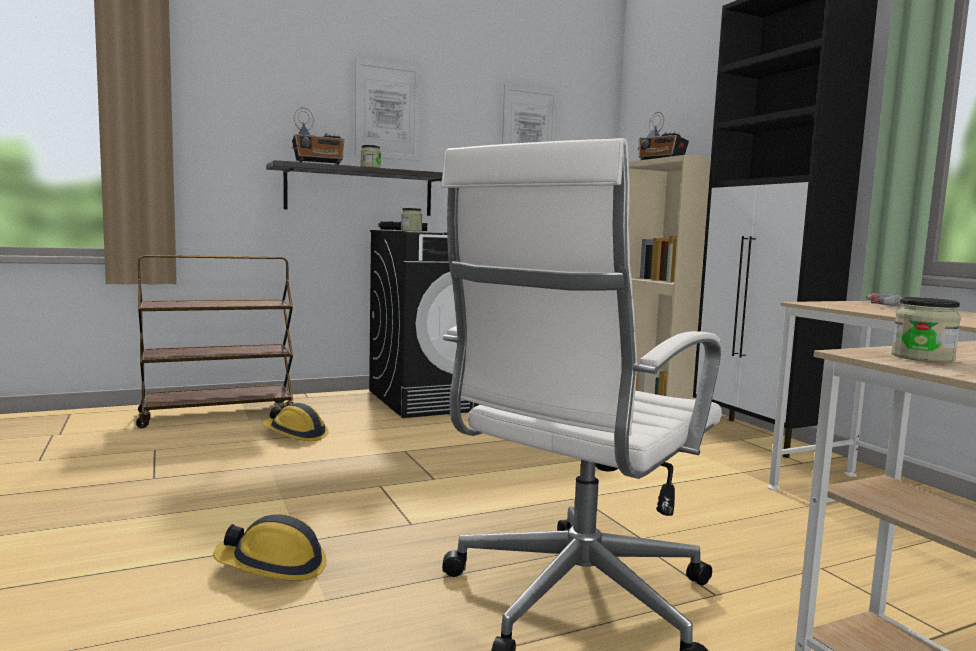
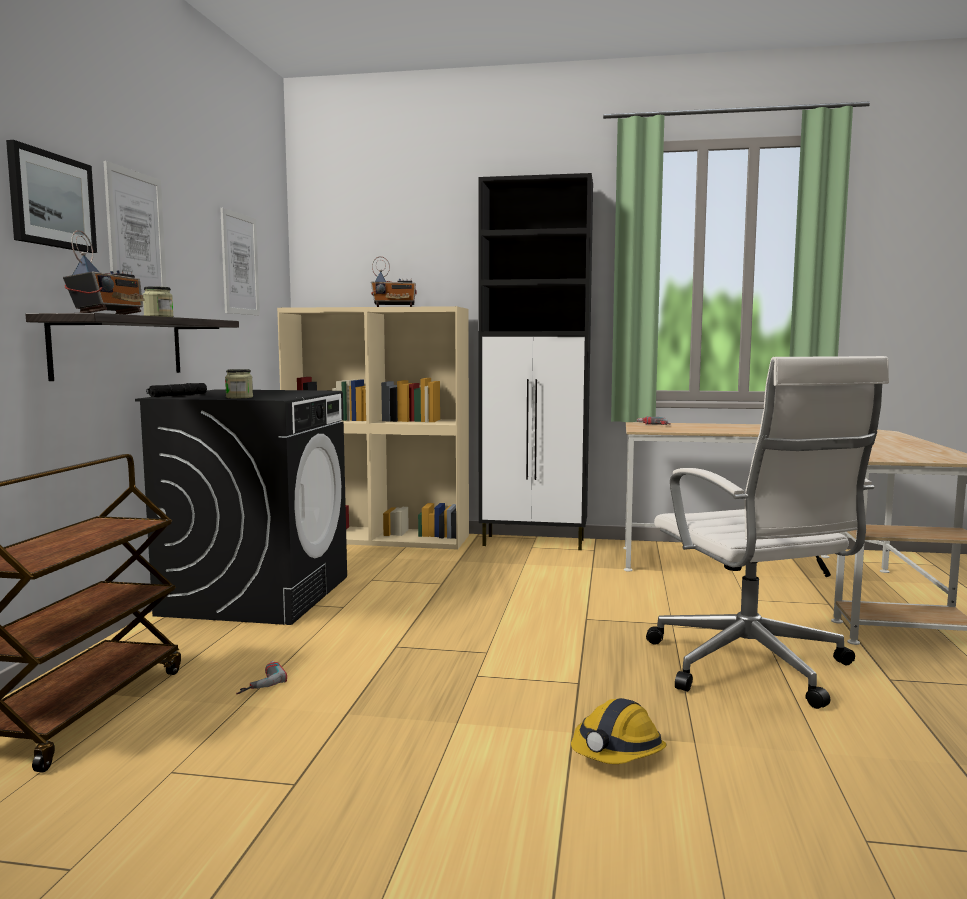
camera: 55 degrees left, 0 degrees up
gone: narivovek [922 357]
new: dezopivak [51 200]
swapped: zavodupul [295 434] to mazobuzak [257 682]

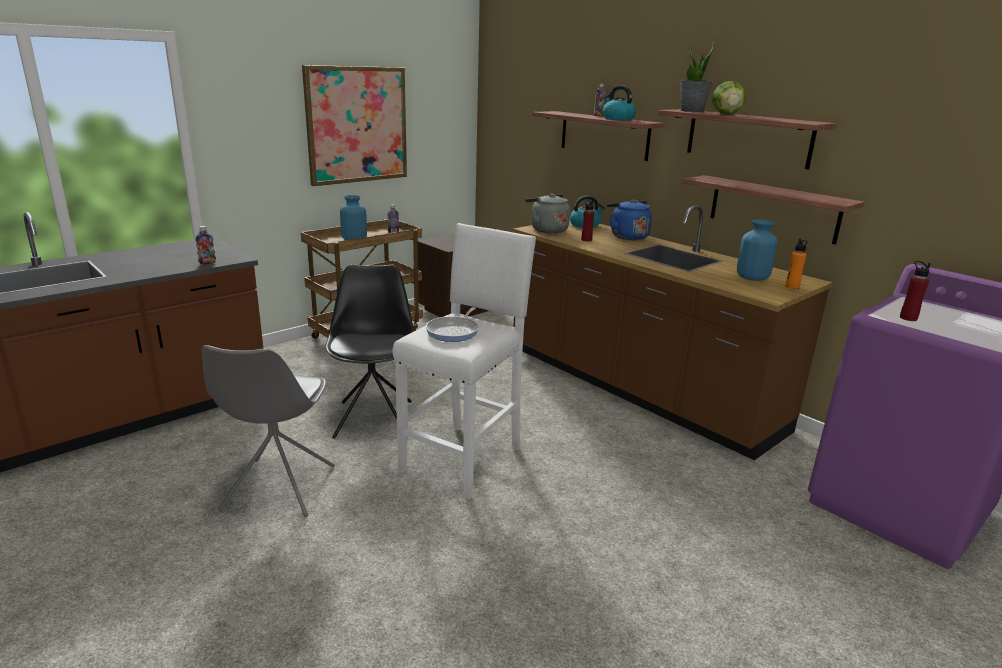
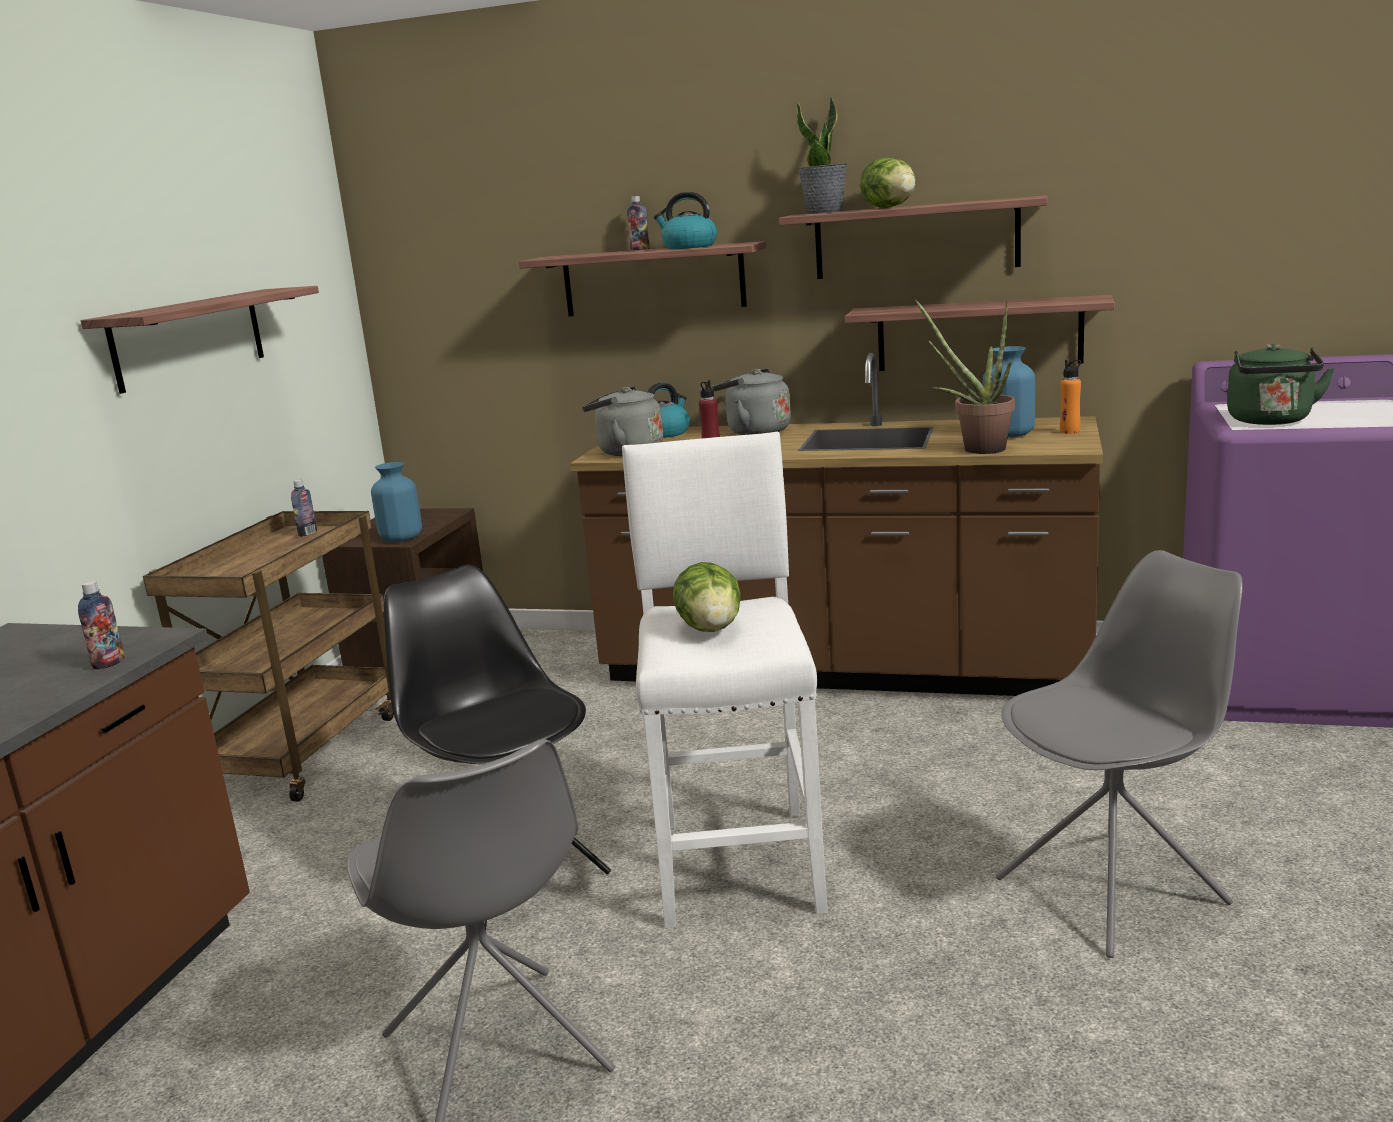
camera: 30 degrees left, 5 degrees down
new: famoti [975 449]; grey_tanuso [1114 890]
shifted: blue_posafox [354 240] to [401 538]
swapped: dezopivak [357 125] to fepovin [189 338]; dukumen [454 331] to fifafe [710 629]; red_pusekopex [908 318] to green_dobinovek [1271 421]
repainted: blue_dobinovek [627 236] to grey_dobinovek [754 431]

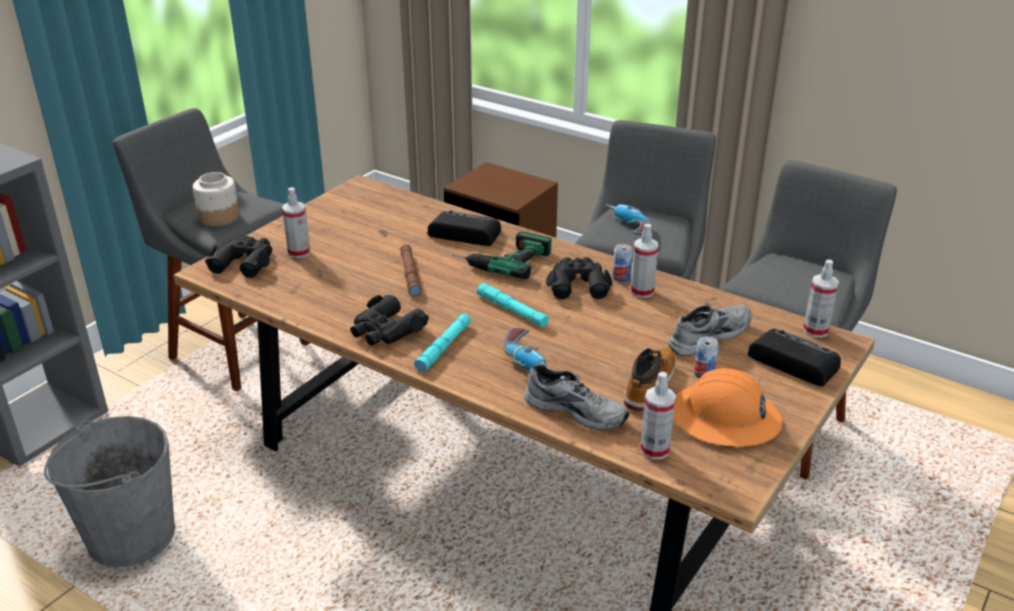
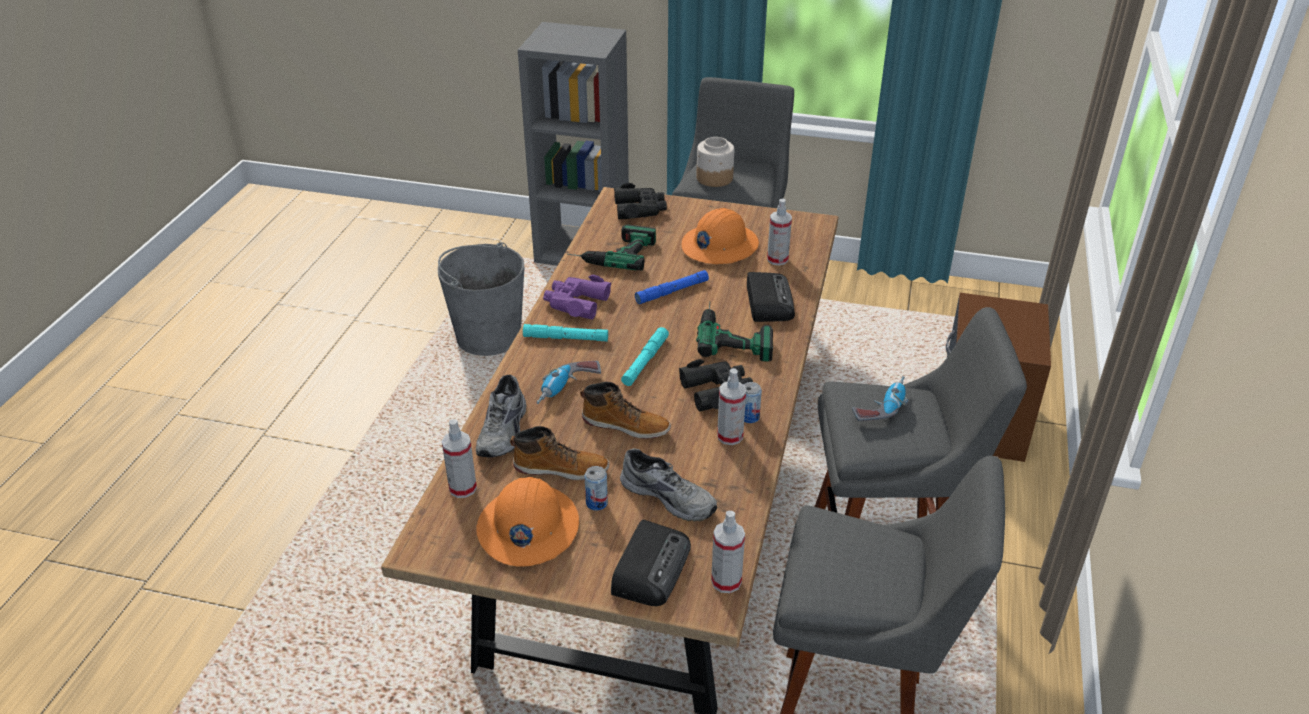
camera: 70 degrees right, 5 degrees up
new: mazobuzak [612 253]; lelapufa [626 425]; orange_zavodupul [719 246]
shifted: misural [299 252] to [777 259]
repainted: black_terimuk [386 330] to purple_terimuk [576 303]; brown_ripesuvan [410 275] to blue_ripesuvan [672 291]

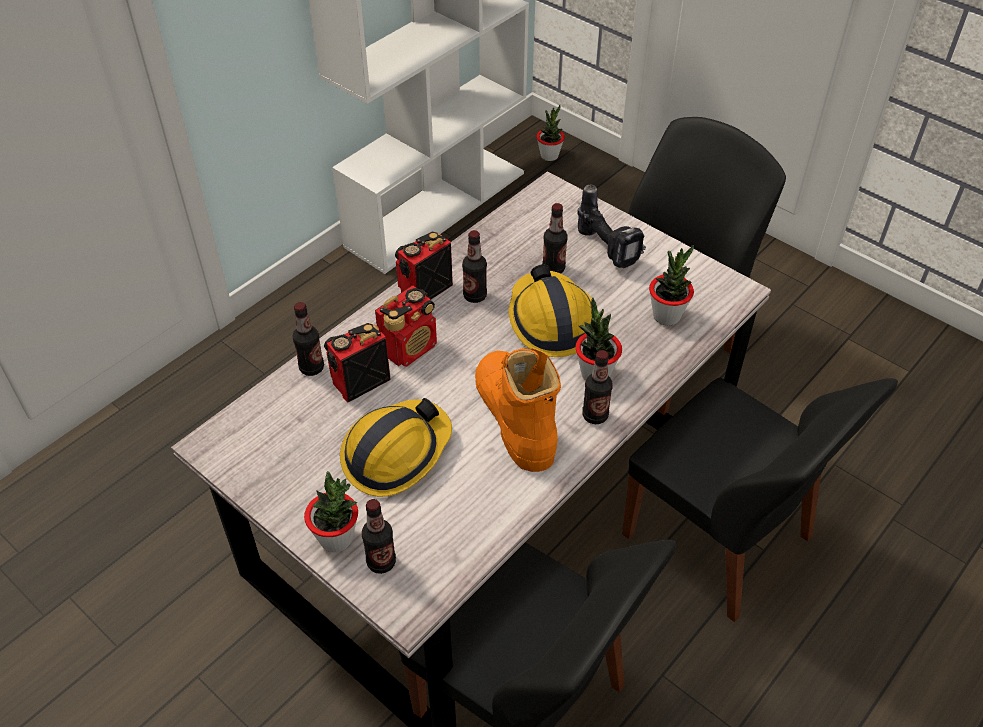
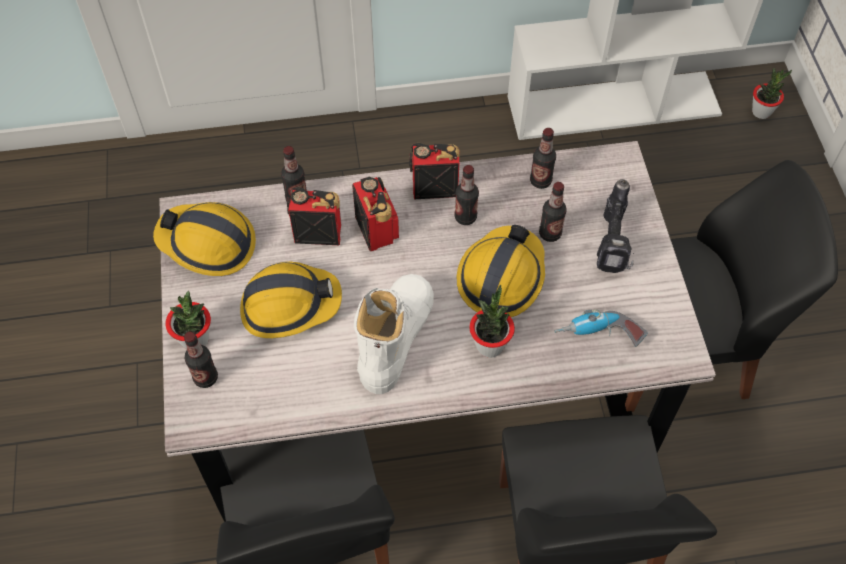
camera: 40 degrees right, 10 degrees up
new: zavodupul [208 244]
shifted: pusekopex [595 415] to [540 181]
swapped: famoti [666 316] to mazobuzak [598 336]
repainted: orange_lelapufa [515 418] to white_lelapufa [395 338]
rotated: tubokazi [409 348] = [376 229] 105 degrees counterclockwise

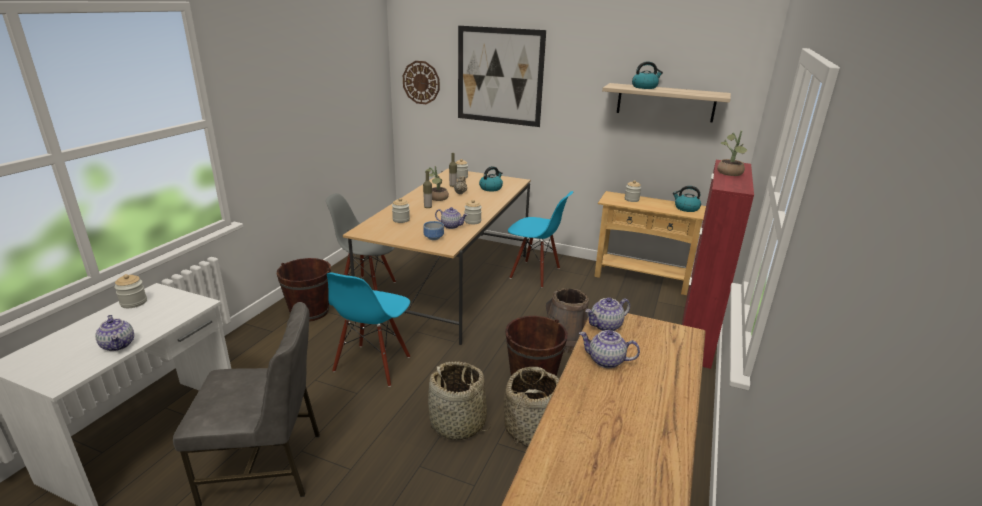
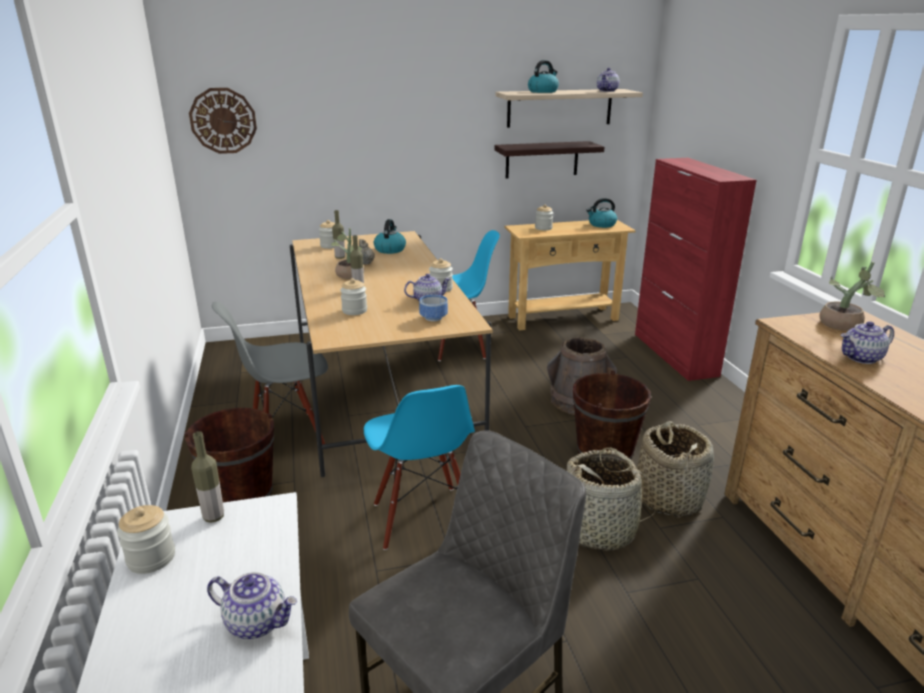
camera: 35 degrees left, 0 degrees up
gone: dezopivak [499 76]
new: pusekopex [214 517]; fepovin [542 159]
shifted: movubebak [606 326] to [607 91]; famoti [729 173] to [843 326]

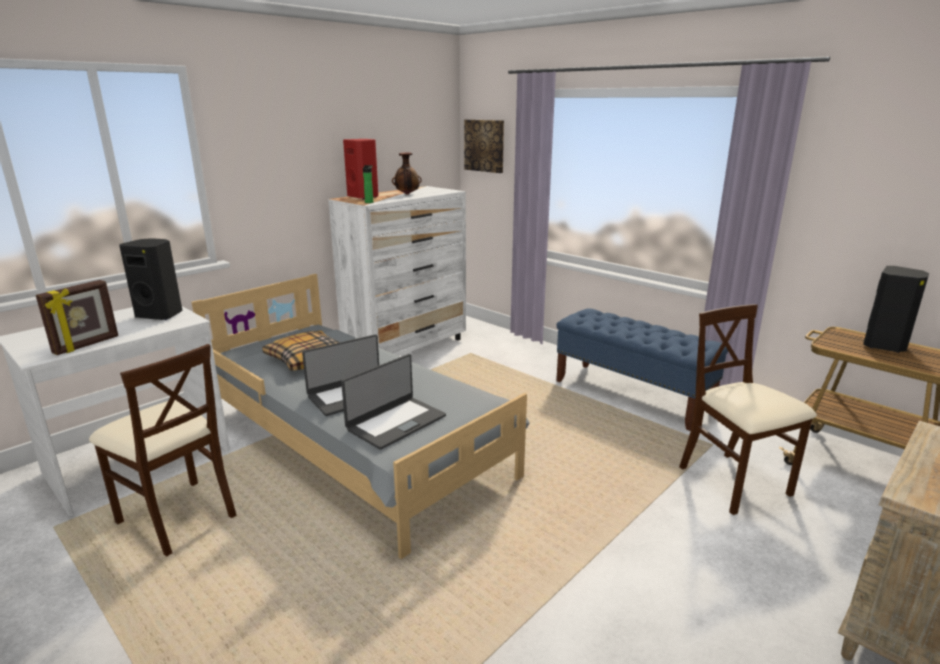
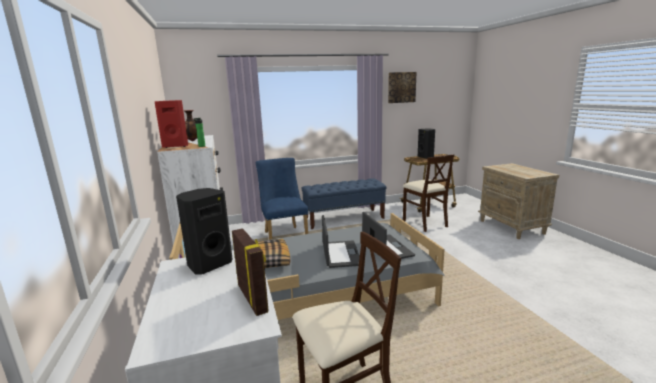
camera: 60 degrees left, 5 degrees down
new: blue_tanuso [284 235]
shifted: dezopivak [484 145] to [401 87]
rotated: beige_tanuso [734 482] = [425 223] 120 degrees counterclockwise

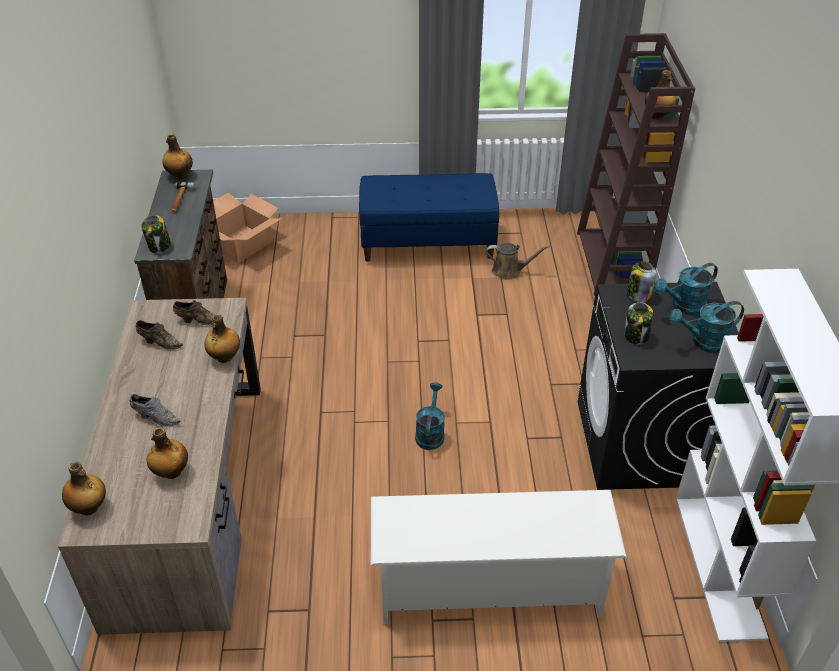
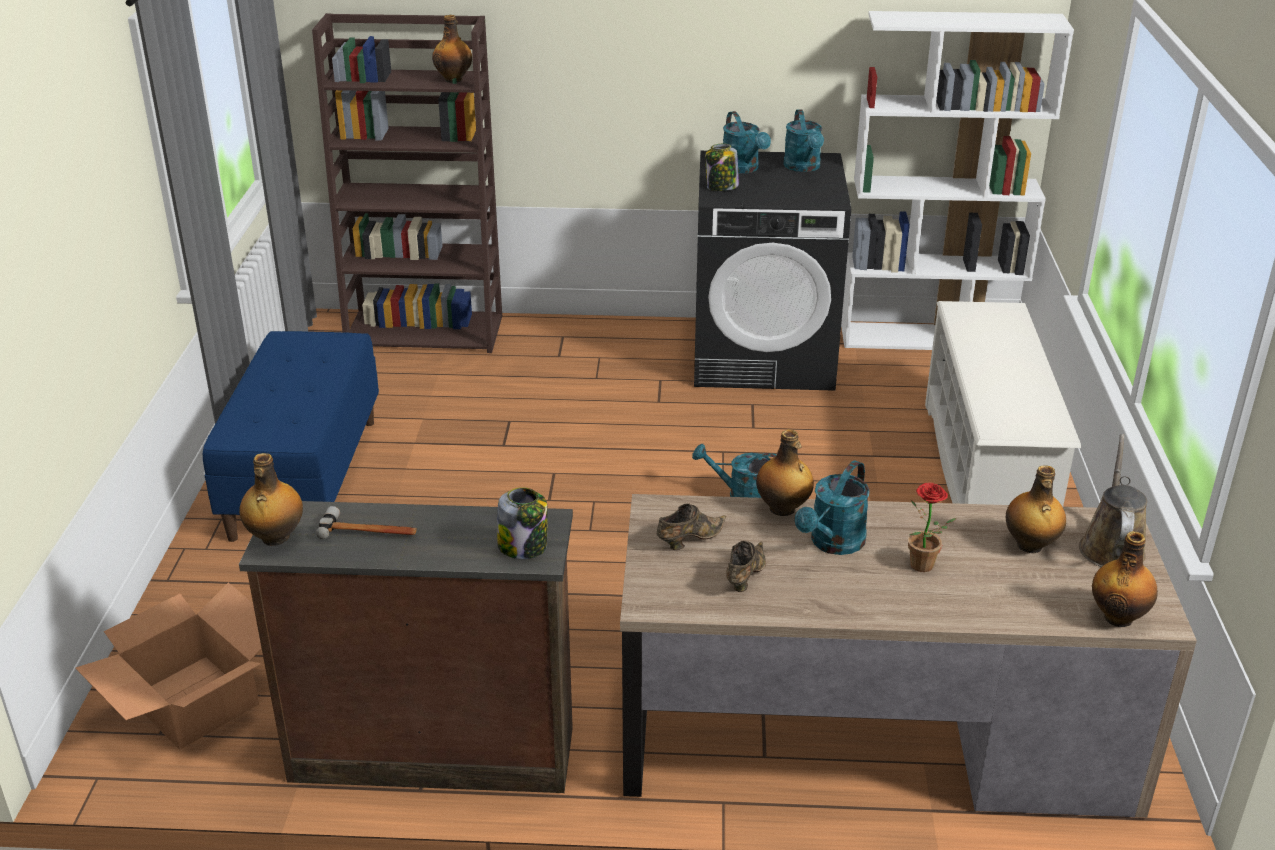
camera: 85 degrees left, 10 degrees down
gone: narivovek [636 336]
new: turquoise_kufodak [833 544]
shifted: brown_kufodak [509 271] to [1111 546]
swapped: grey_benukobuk [155 418] to famoti [923 568]
rotated: brown_benukobuk [197 320] = [688 540] 45 degrees clockwise

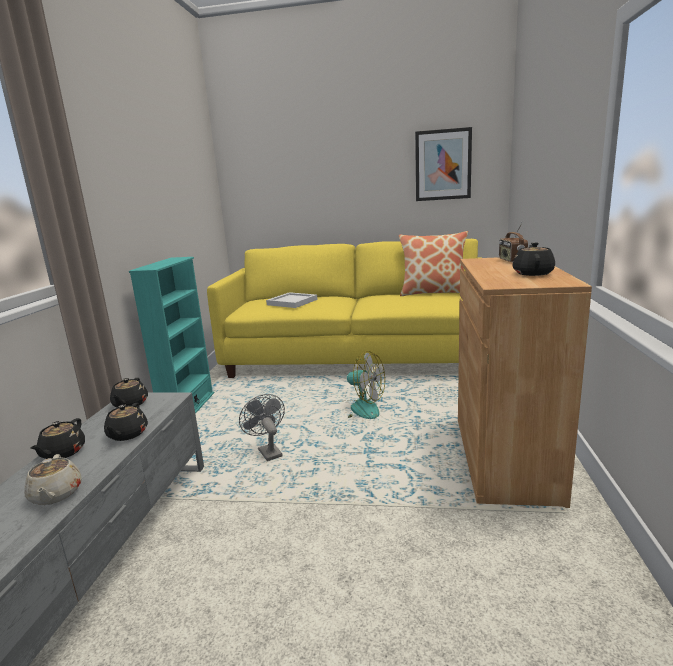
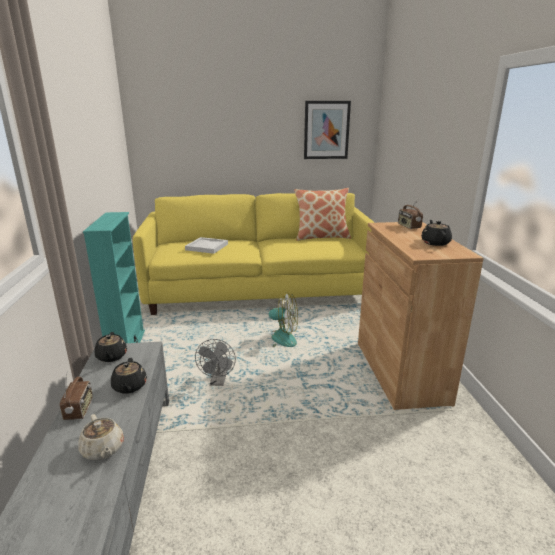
camera: 15 degrees left, 5 degrees up
swapped: black_movubebak [62 453] to tubokazi [79 410]
rotated: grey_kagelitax [267 451] = [218 382] 135 degrees counterclockwise

